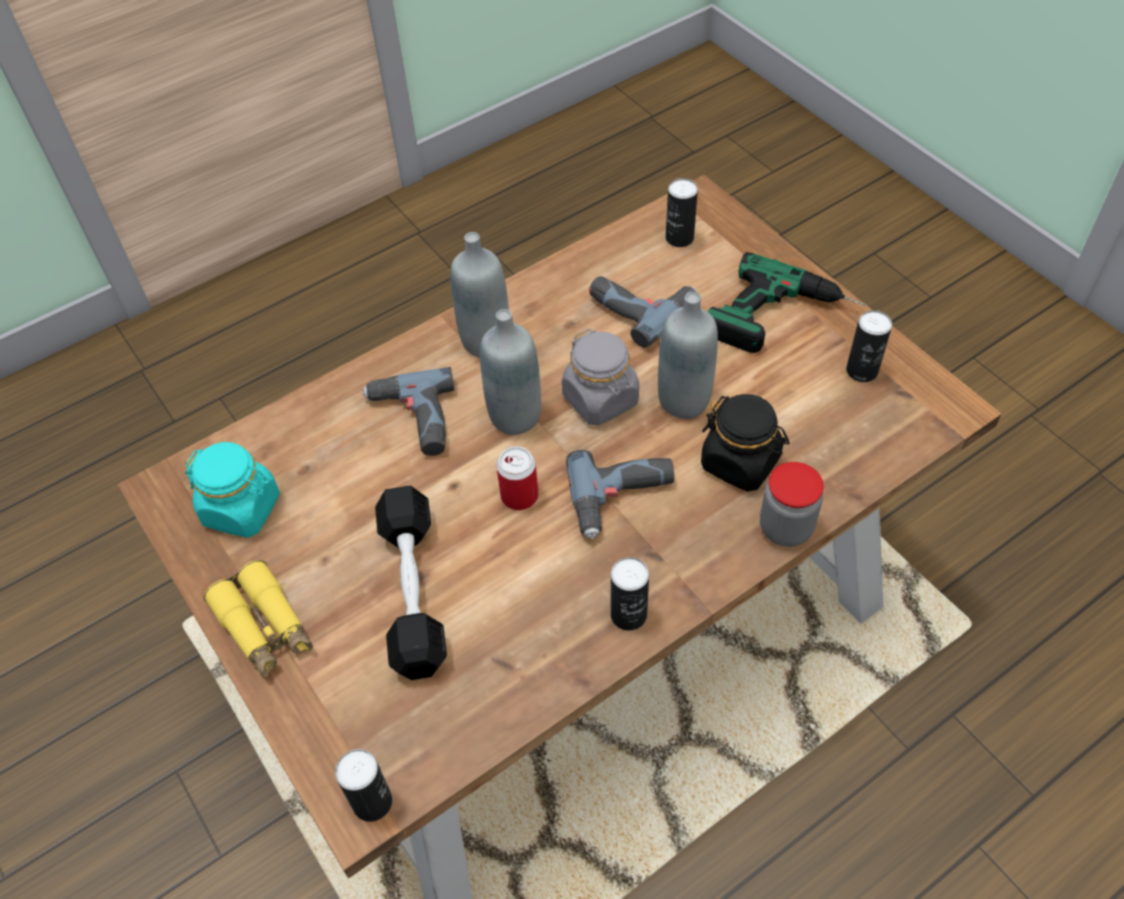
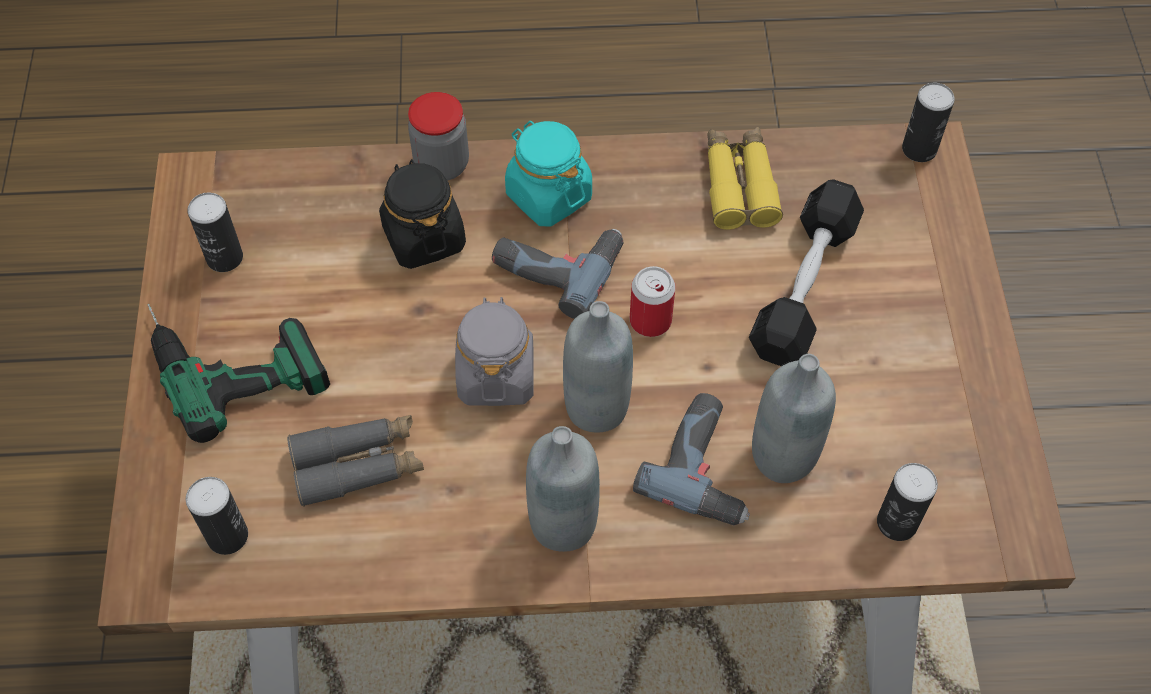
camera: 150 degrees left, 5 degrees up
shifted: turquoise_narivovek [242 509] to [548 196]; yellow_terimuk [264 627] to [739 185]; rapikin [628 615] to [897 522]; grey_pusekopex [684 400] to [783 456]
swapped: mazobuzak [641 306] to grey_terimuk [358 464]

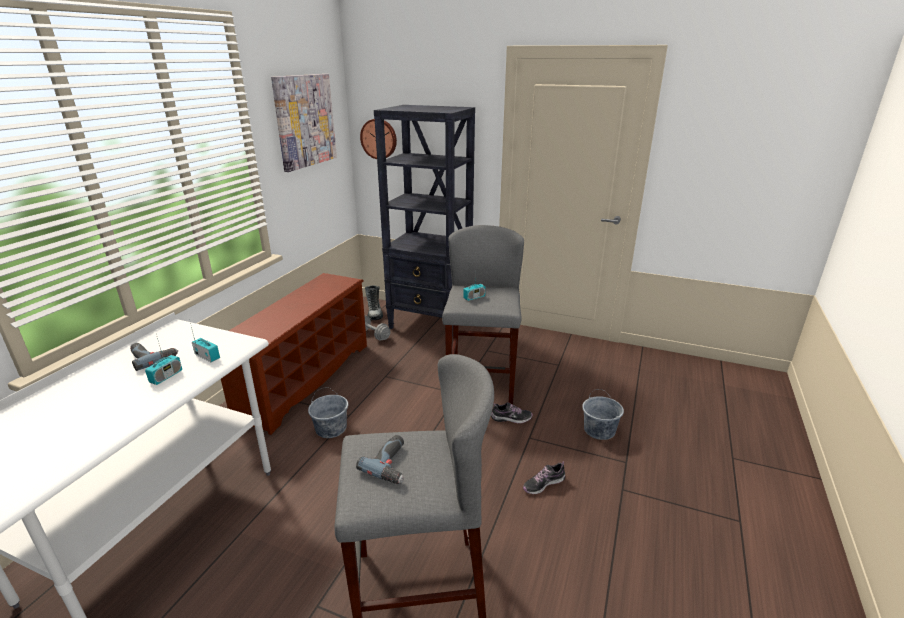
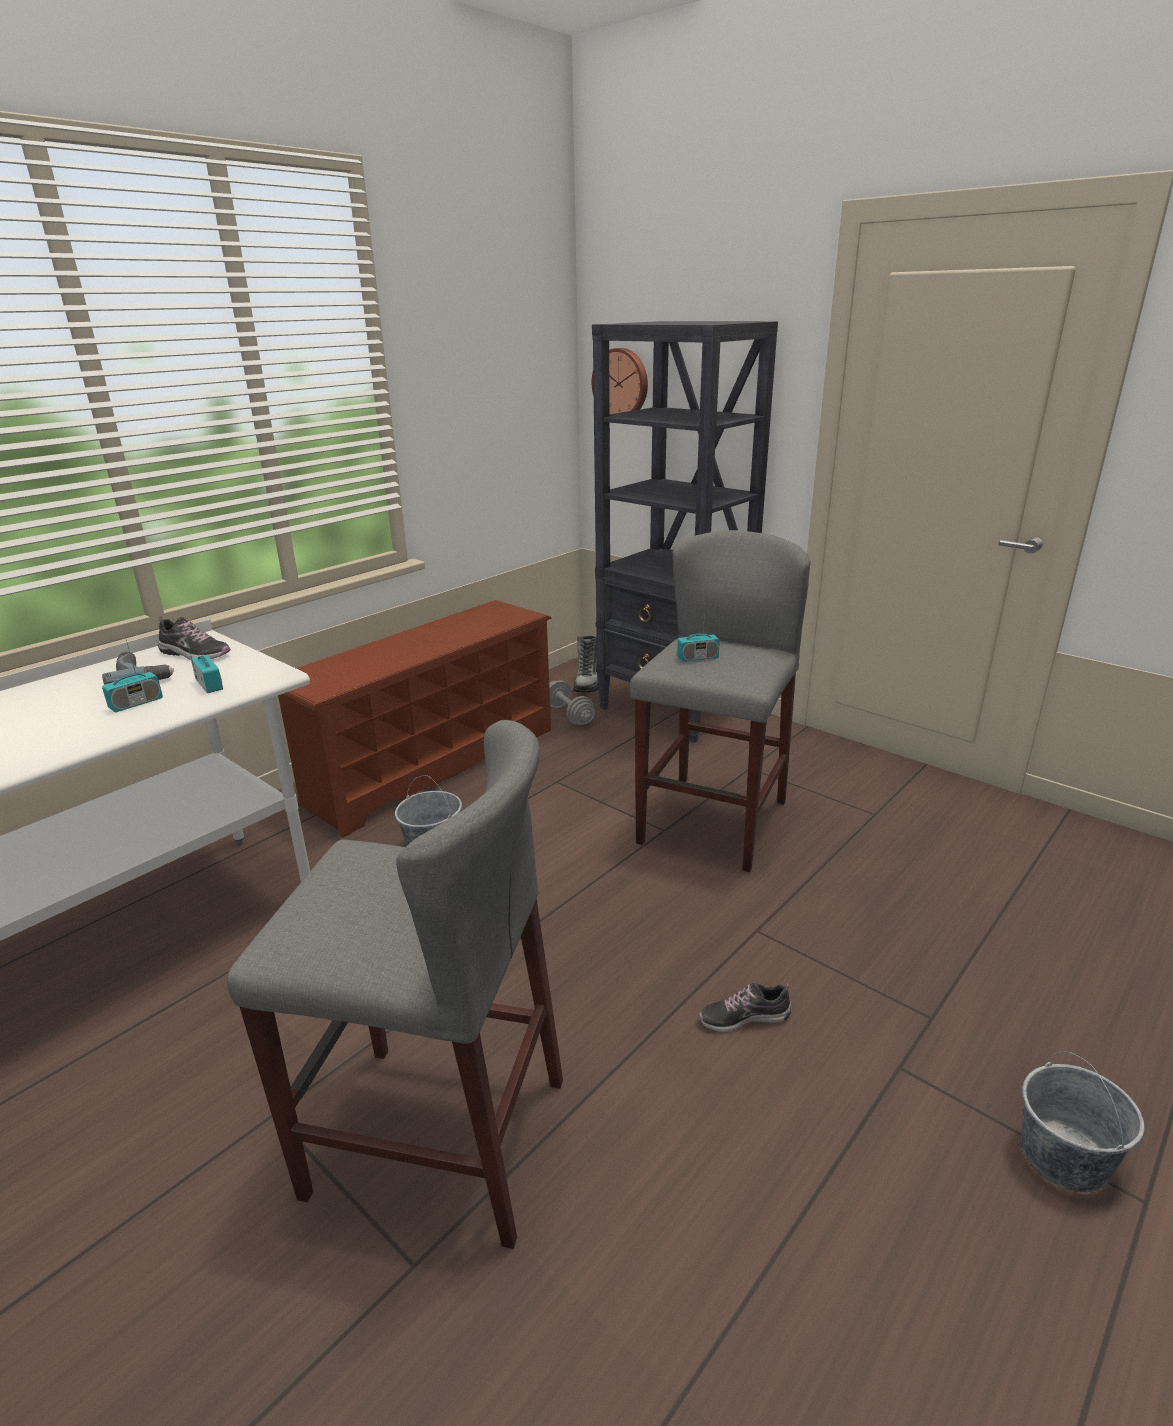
camera: 20 degrees right, 0 degrees up
gone: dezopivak [305 121]; mazobuzak [392 464]
shifted: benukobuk [511 418] to [194 654]; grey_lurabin [599 430] to [1065 1156]

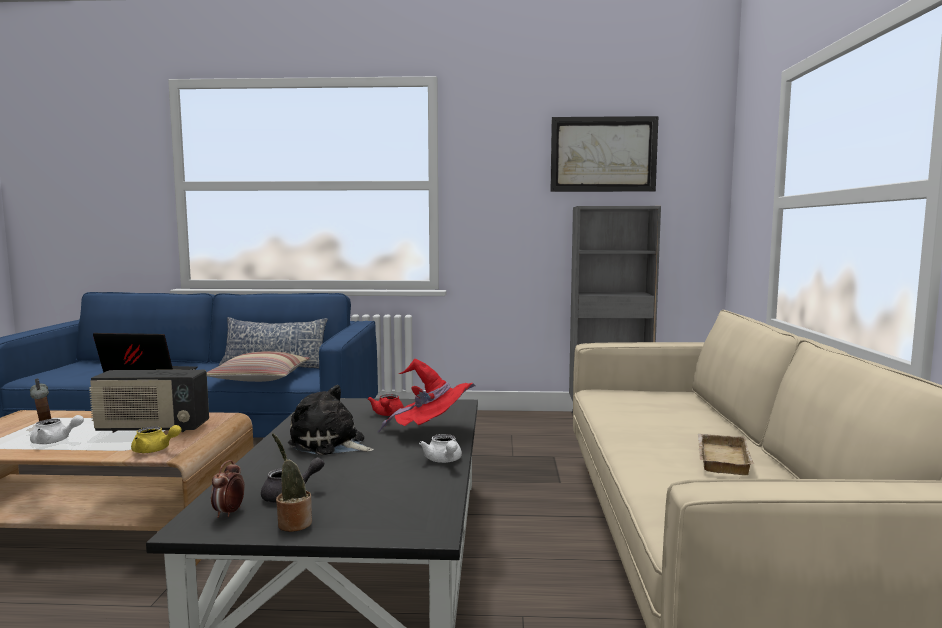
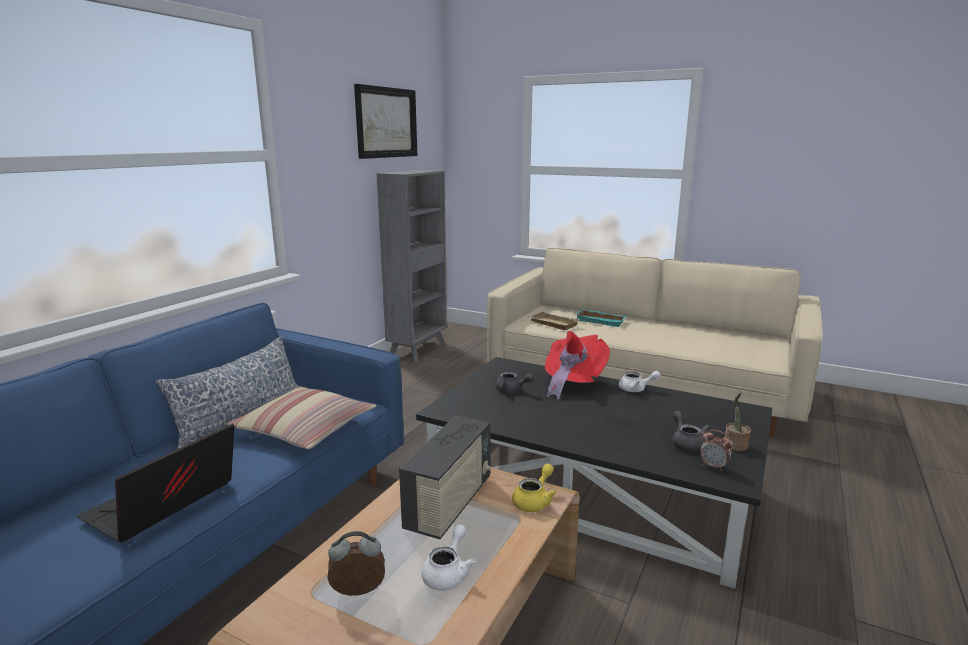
camera: 65 degrees left, 10 degrees up
gone: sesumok [330 444]
new: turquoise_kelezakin [601 321]
shifted: beige_kelezakin [720 458] to [551 324]
repainted: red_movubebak [387 415] to grey_movubebak [512 390]

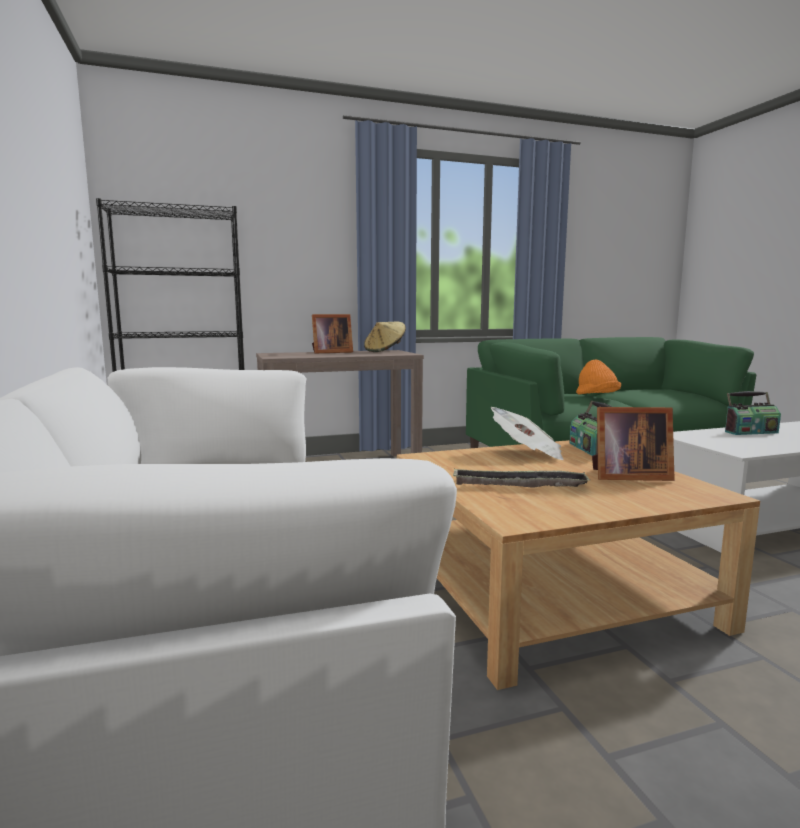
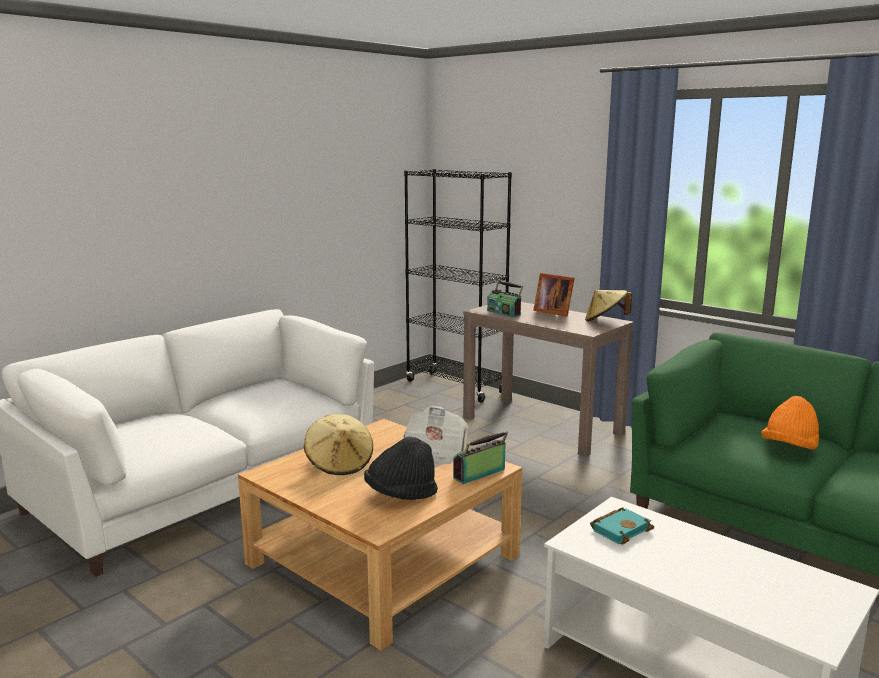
camera: 60 degrees right, 5 degrees up
new: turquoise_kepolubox [620 529]
shifted: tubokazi [750 432] to [504 313]
swapped: kelezakin [518 485] to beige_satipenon [339 464]; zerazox [626 476] to black_satipenon [401 494]

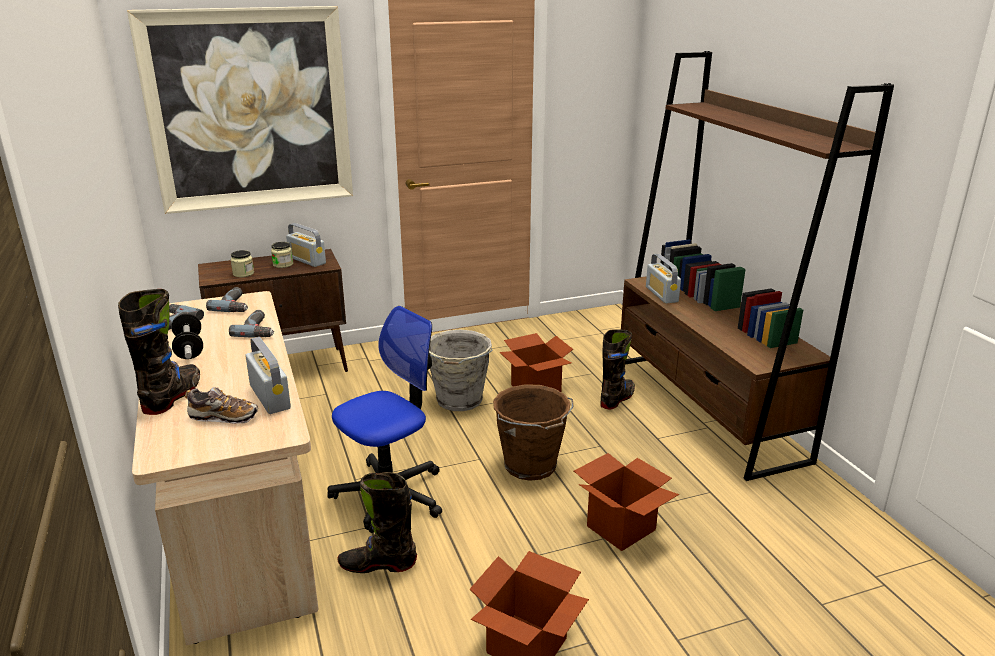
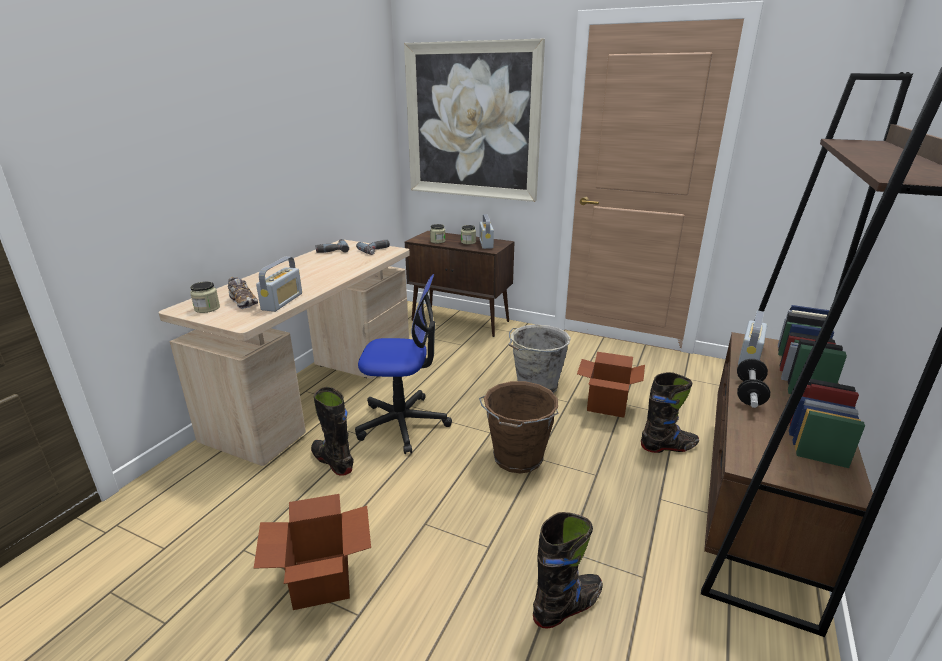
camera: 45 degrees right, 0 degrees up
gone: mazobuzak [259 329]; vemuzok [621 528]
new: narivovek [207 308]
shifted: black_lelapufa [173 397] to [567 606]; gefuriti [189 348] to [749 393]

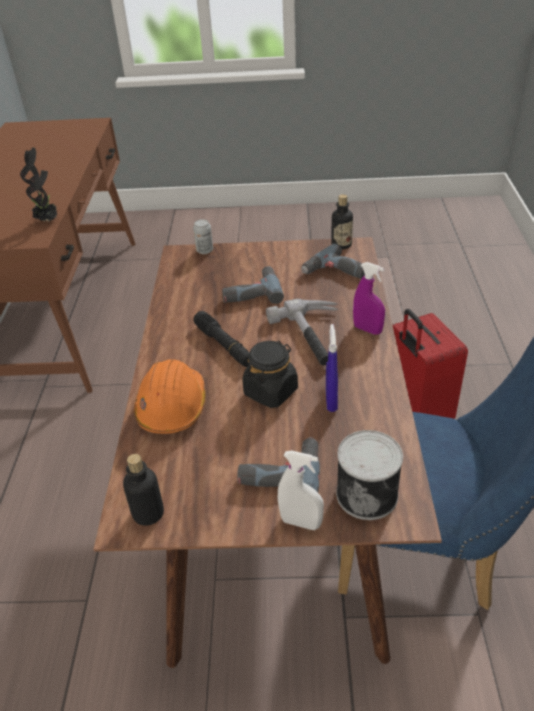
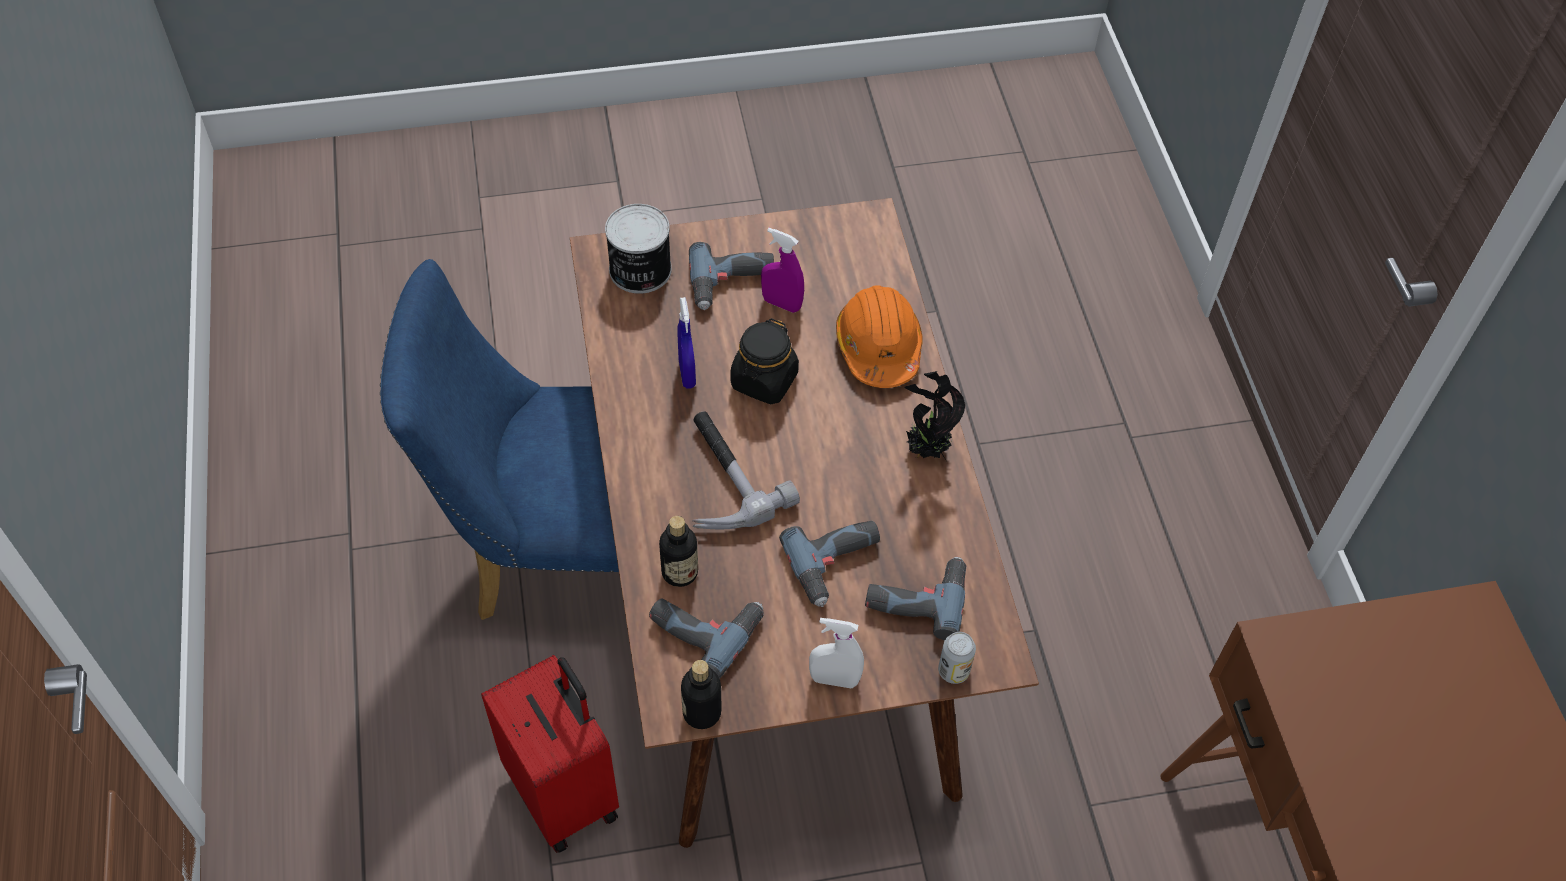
camera: 165 degrees right, 15 degrees up
gone: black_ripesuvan [224 345]
new: mazobuzak [916 595]
shifted: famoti [48 220] to [925 450]; pusekopex [148 513] to [679 572]; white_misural [301 522] to [834 680]; purple_misural [367 329] to [781 304]

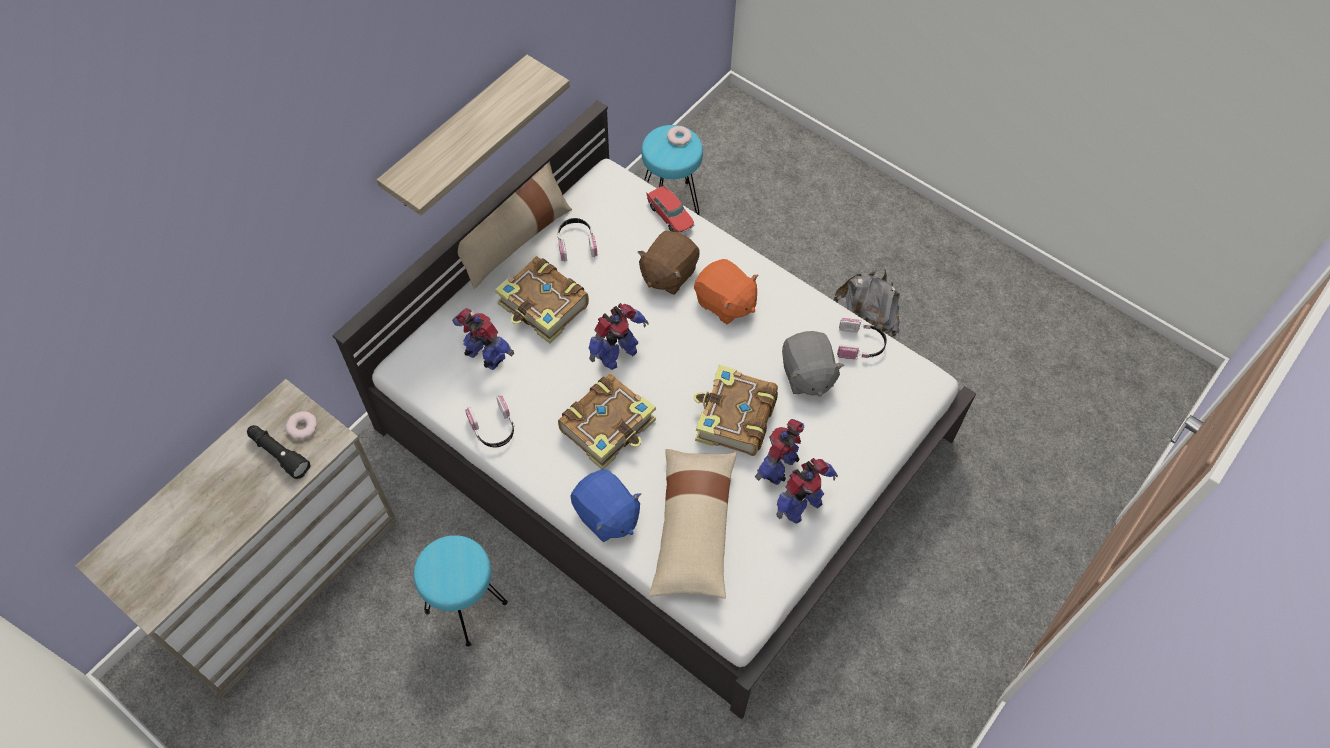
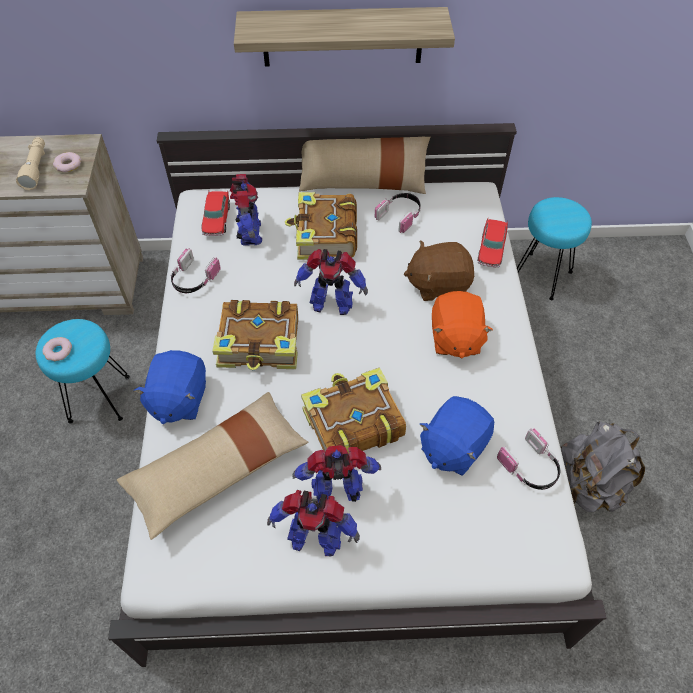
camera: 50 degrees right, 5 degrees down
new: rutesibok [217 219]
shifted: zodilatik [679 138] to [58 351]
repainted: black_ripesuvan [279 454] to beige_ripesuvan [36 168]; grey_sesumok [807 375] to blue_sesumok [452 447]

